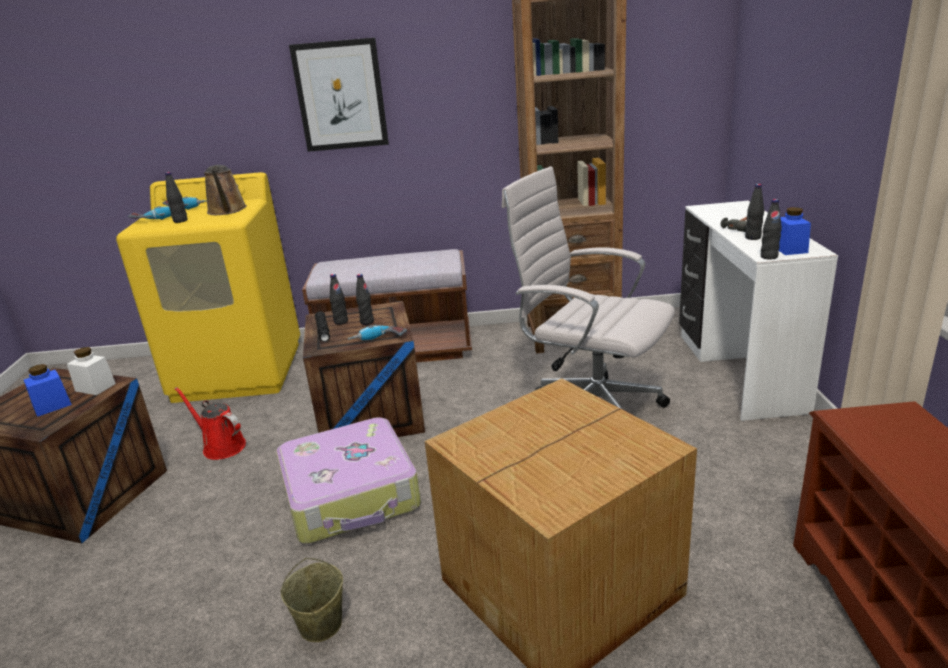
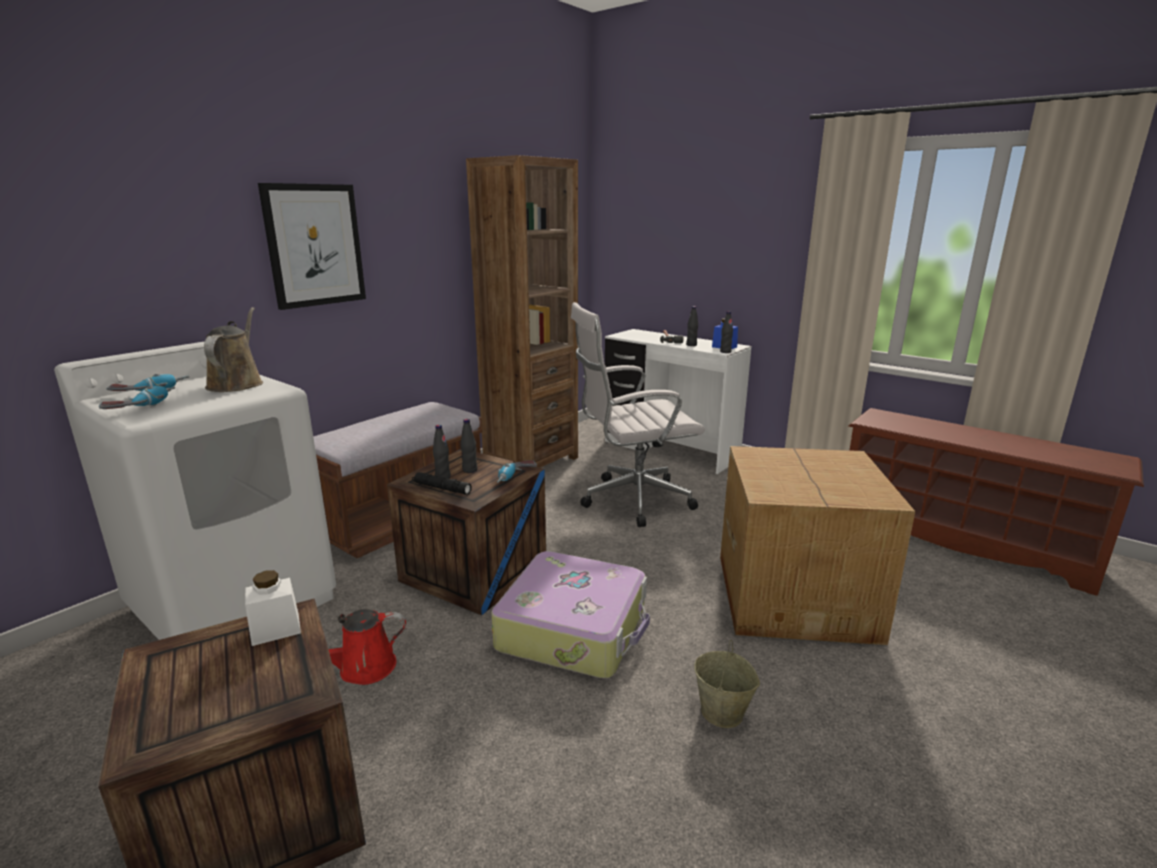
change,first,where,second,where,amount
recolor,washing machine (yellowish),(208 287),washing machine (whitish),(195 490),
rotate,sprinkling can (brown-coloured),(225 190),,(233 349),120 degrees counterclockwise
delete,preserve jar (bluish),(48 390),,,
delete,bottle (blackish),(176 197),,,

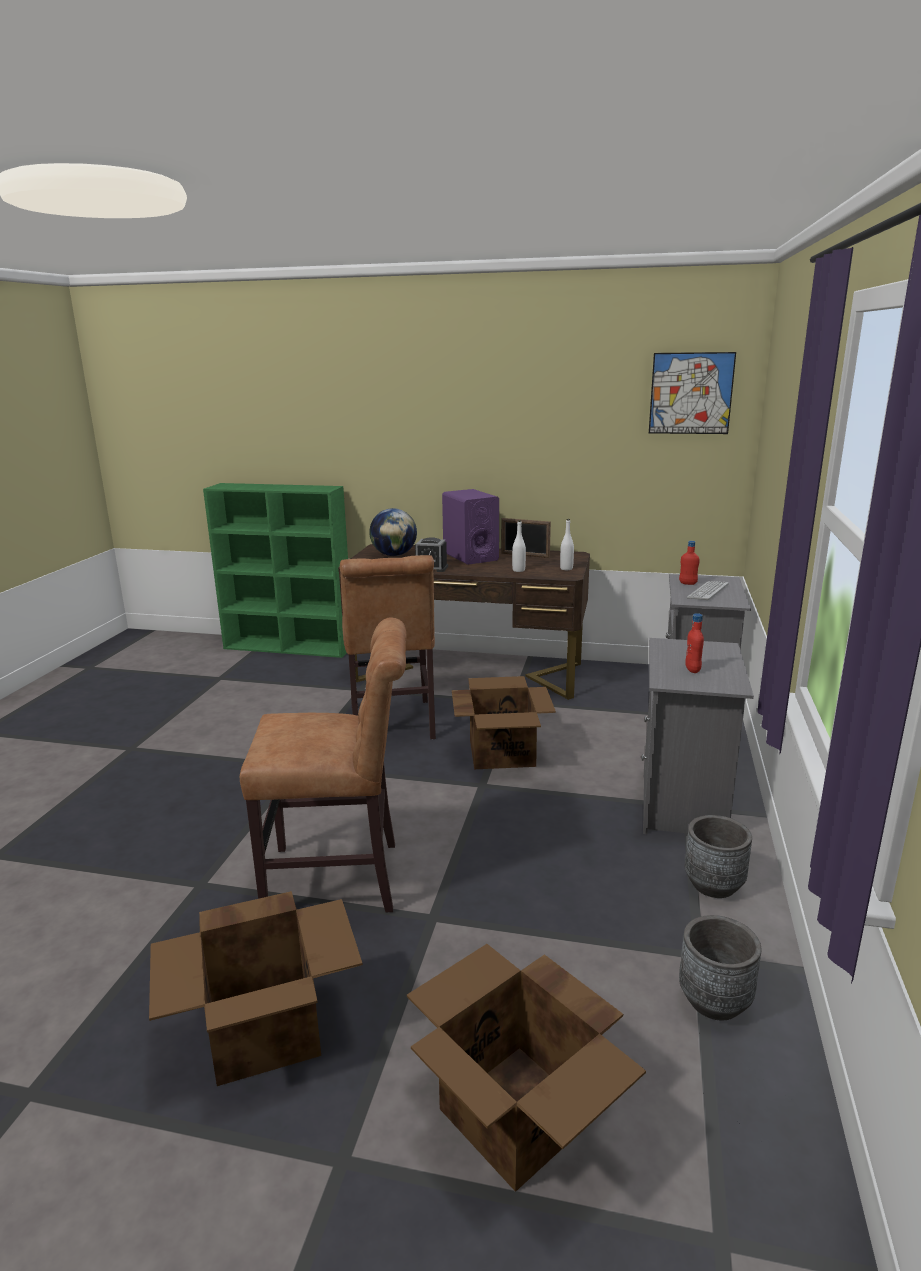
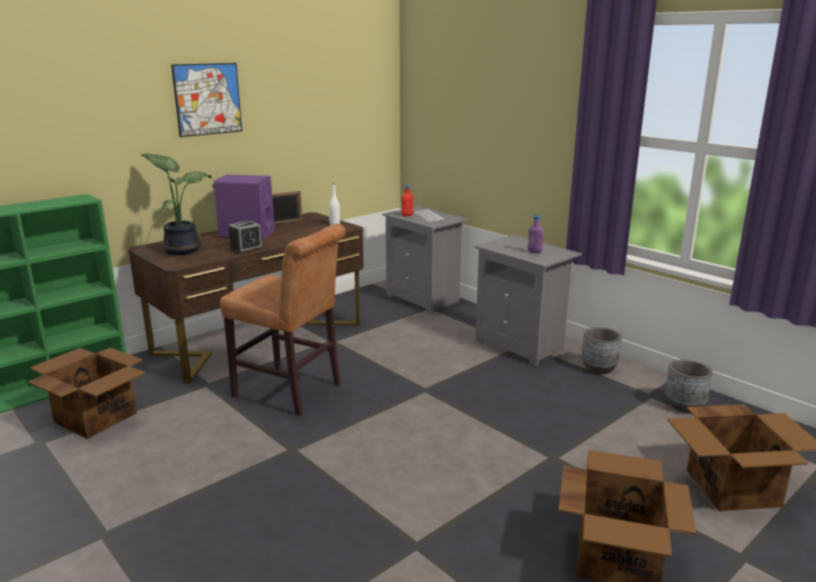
change,first,where,second,where,amount
move,packing box,(504 722),,(87 393),
replace,globe,(393 532),potted plant,(176 204),
move,wall art,(692 393),,(206 100),
recolor,bottle (red),(694 643),bottle (purplish),(536 234),
delete,plain chair (brown-coloured),(323 764),,,
delete,bottle (whitish),(519 546),,,

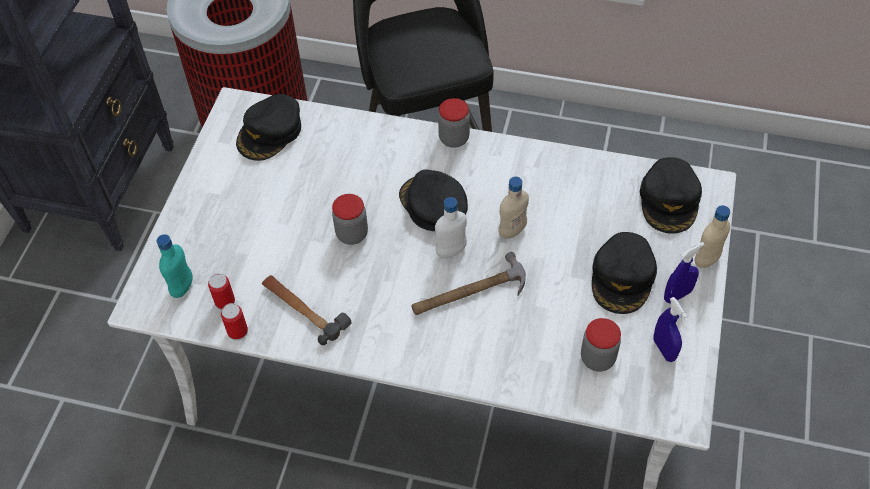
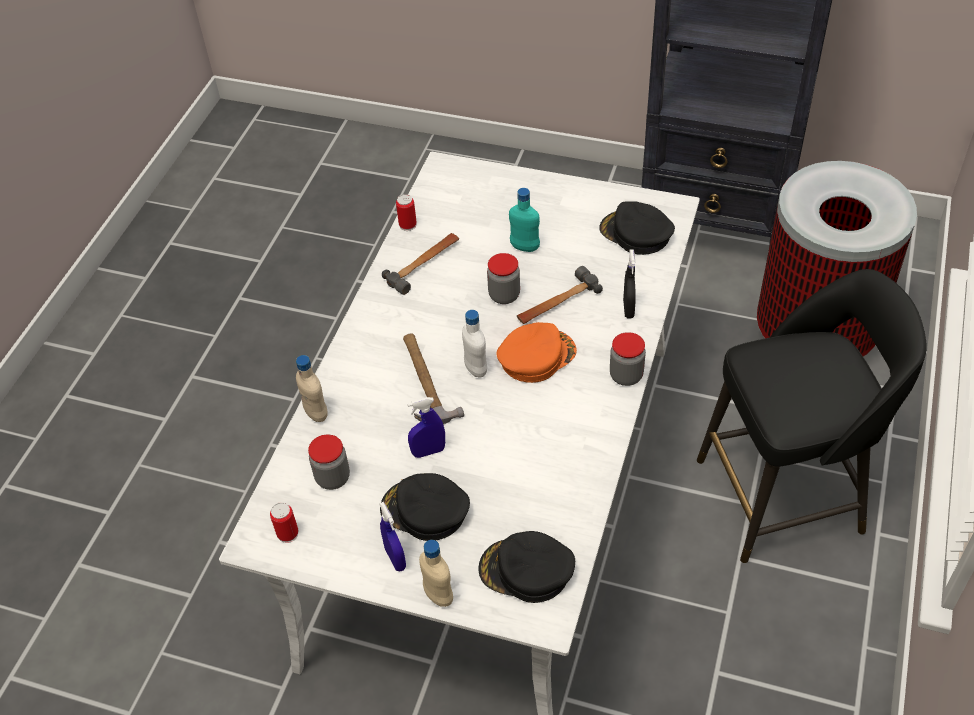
change,first,where,second,where,amount
move,can,(221 291),,(284 522),
move,bottle (beige),(514 208),,(312 388),
move,hand sprayer (bluish),(670 329),,(426 427),
recolor,baseball cap (blackish),(433 200),baseball cap (orange-coloured),(536 352),
move,bottle (turquoise-coloured),(175 266),,(524 220),
insert,,,hand hammer,(560 295),
insert,,,hand sprayer (blackish),(629 284),

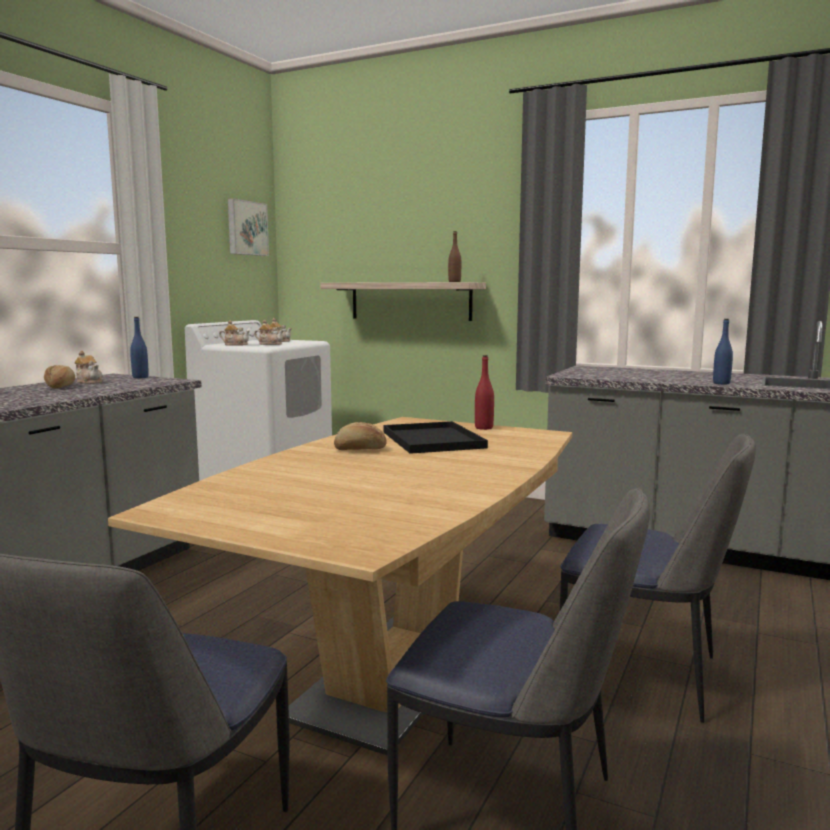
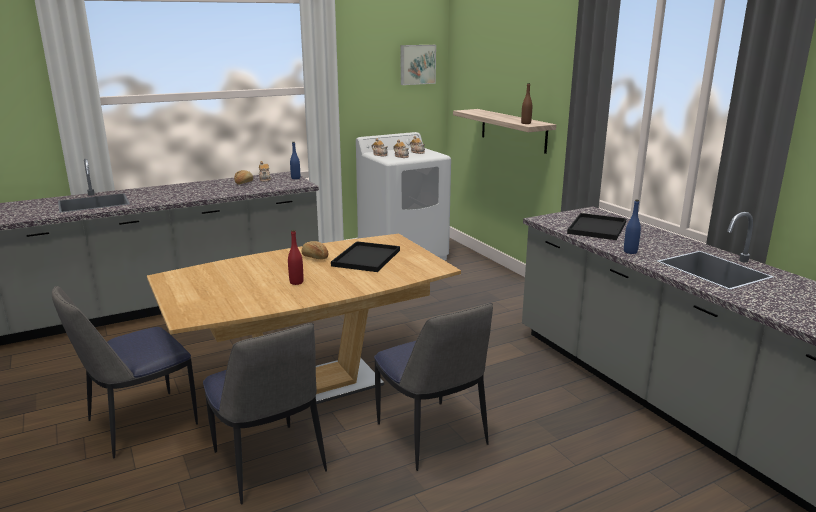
change,first,where,second,where,amount
move,bottle (red),(484 392),,(295 257),
insert,,,tray (blackish),(597 226),

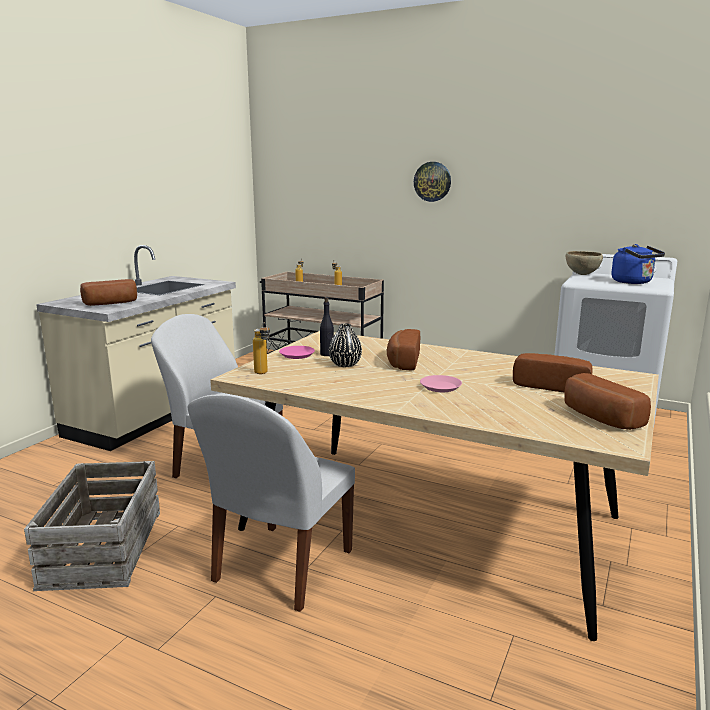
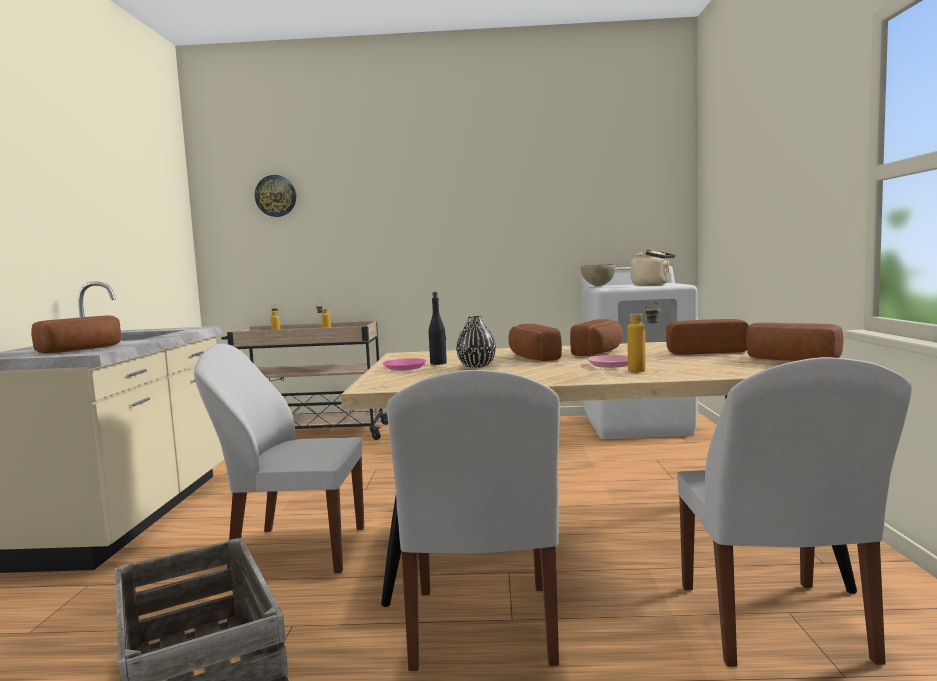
change,first,where,second,where,amount
move,hanging clock,(432 182),,(275 196),
insert,,,baked bread,(596 337),
move,bottle,(261 348),,(643 336),
recolor,tea kettle (bluish),(638 264),tea kettle (beige),(653 267),
insert,,,plain chair (whitish),(794 512),

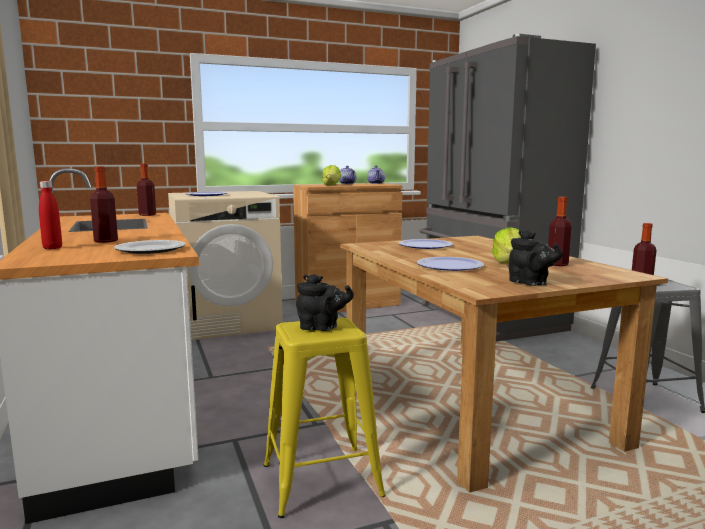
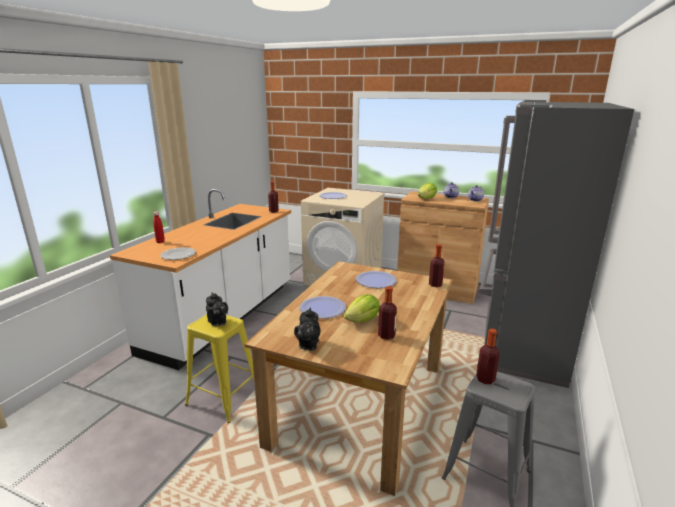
change,first,where,second,where,amount
move,bottle,(104 204),,(437 265),

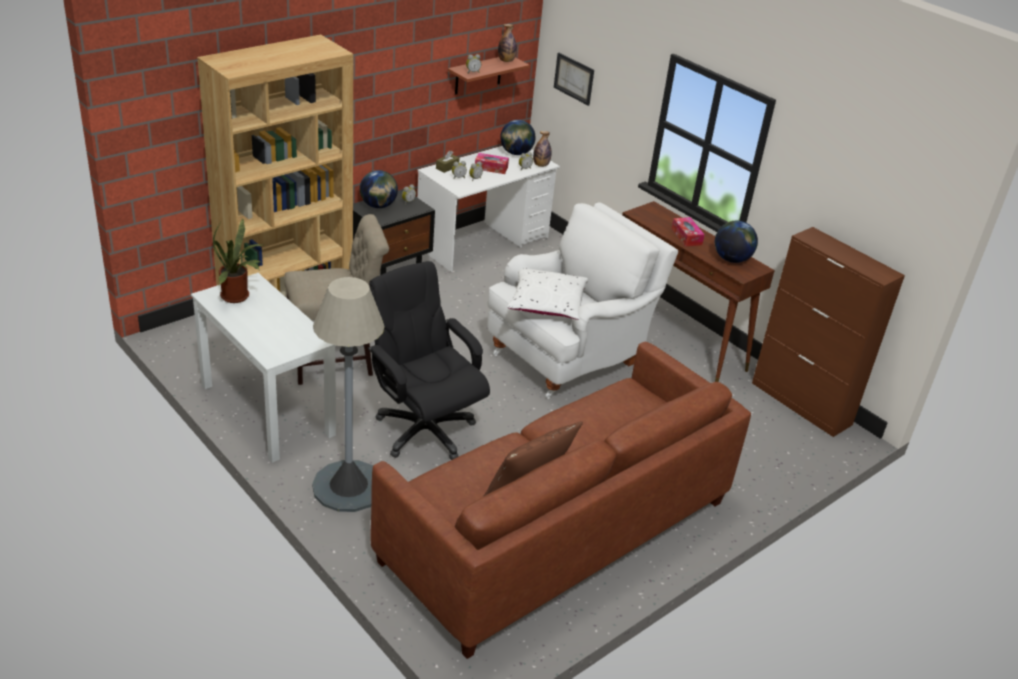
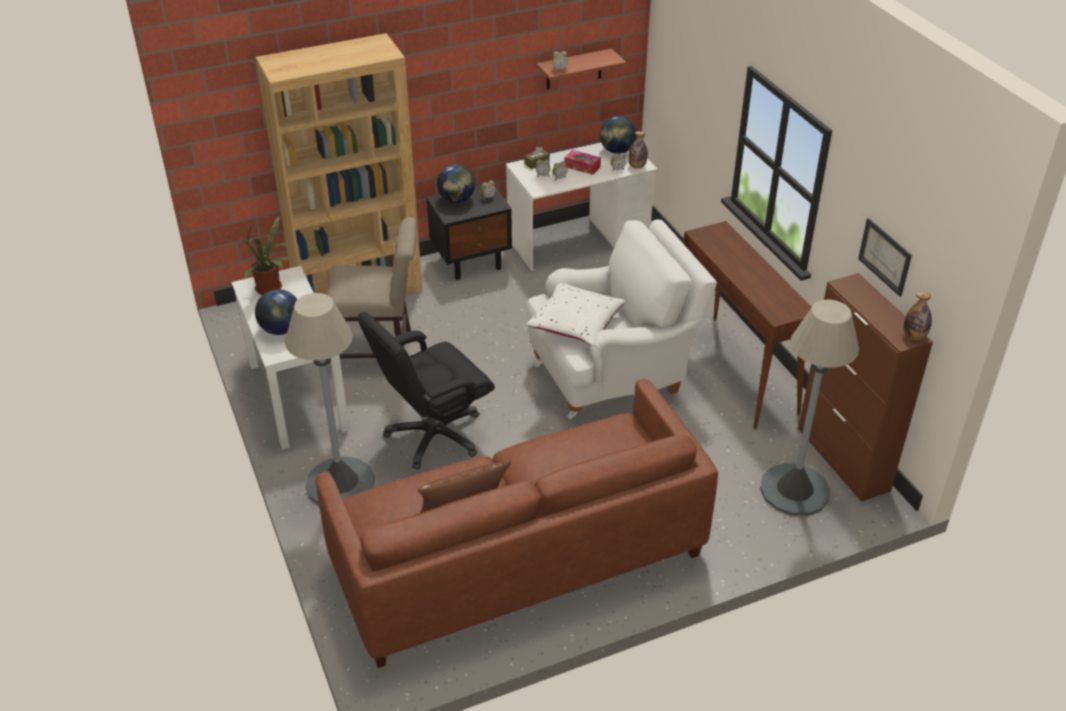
change,first,where,second,where,amount
move,globe,(736 242),,(276 312),
rotate,office chair (blackish),(429 360),,(426 391),105 degrees counterclockwise
insert,,,floor lamp (greyish),(809 408),
move,wall art,(574 79),,(885 257),
move,bottle,(507 43),,(918 315),
delete,tissue holder,(688 231),,,

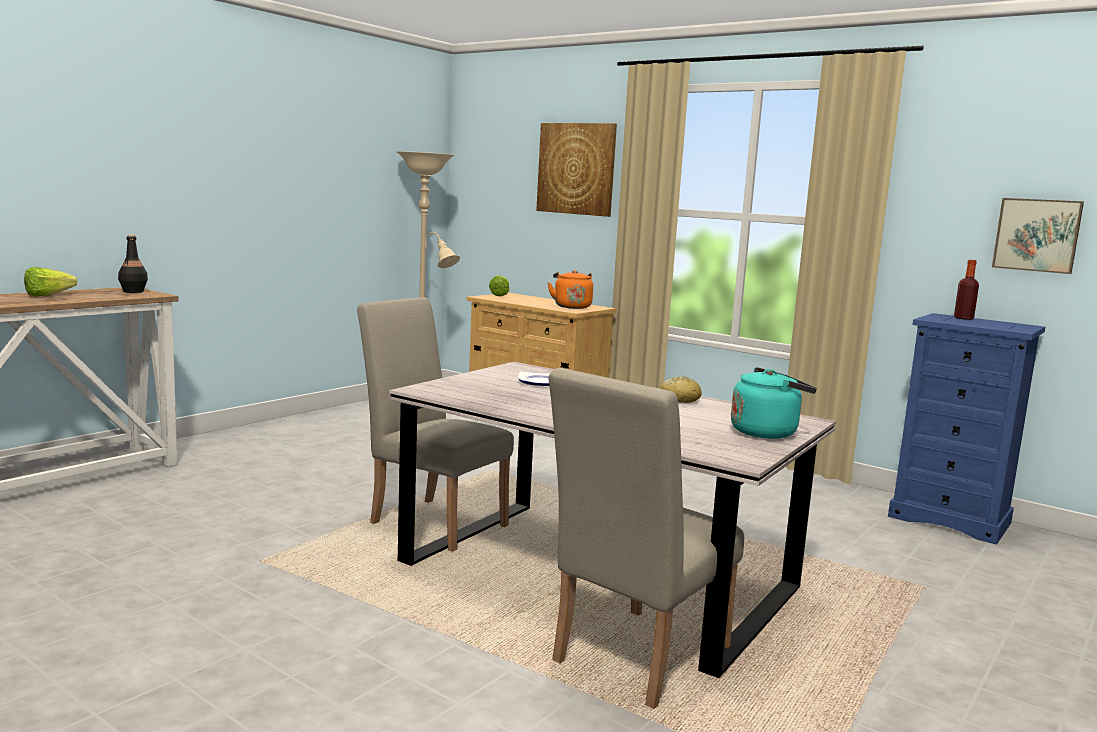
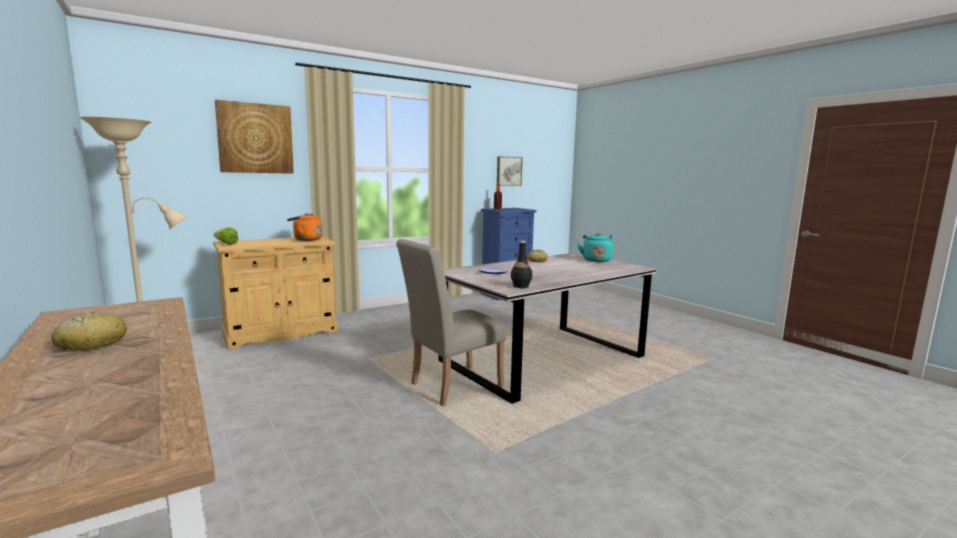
change,first,where,second,where,amount
replace,lettuce head,(50 282),baked bread,(89 331),
move,bottle (blackish),(133 263),,(521 264),
delete,plain chair (beige),(646 538),,,

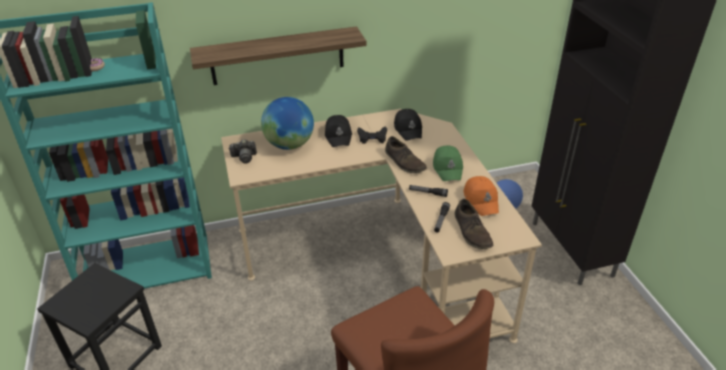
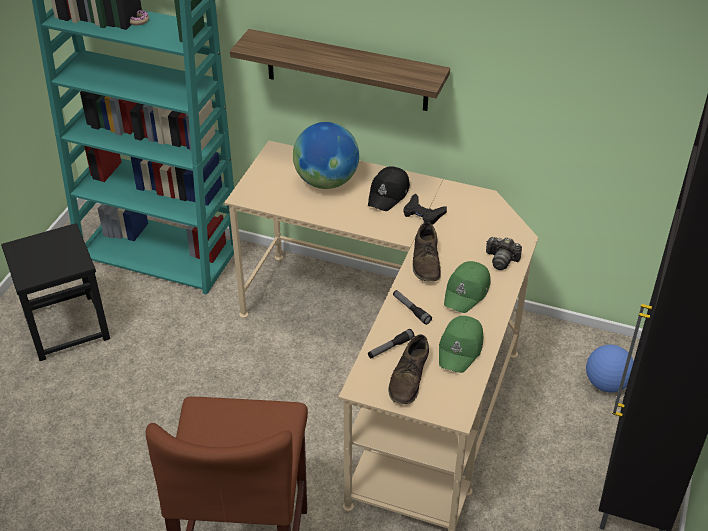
change,first,where,second,where,amount
recolor,baseball cap (orange-coloured),(481 196),baseball cap (green-coloured),(461 344),
move,still camera,(242 151),,(504 253),
delete,baseball cap (blackish),(408 125),,,

